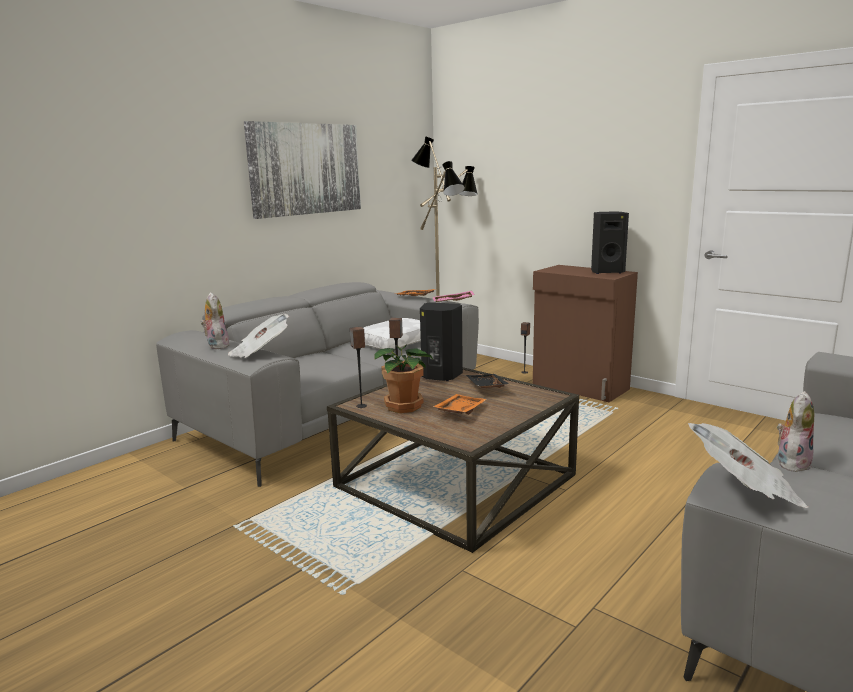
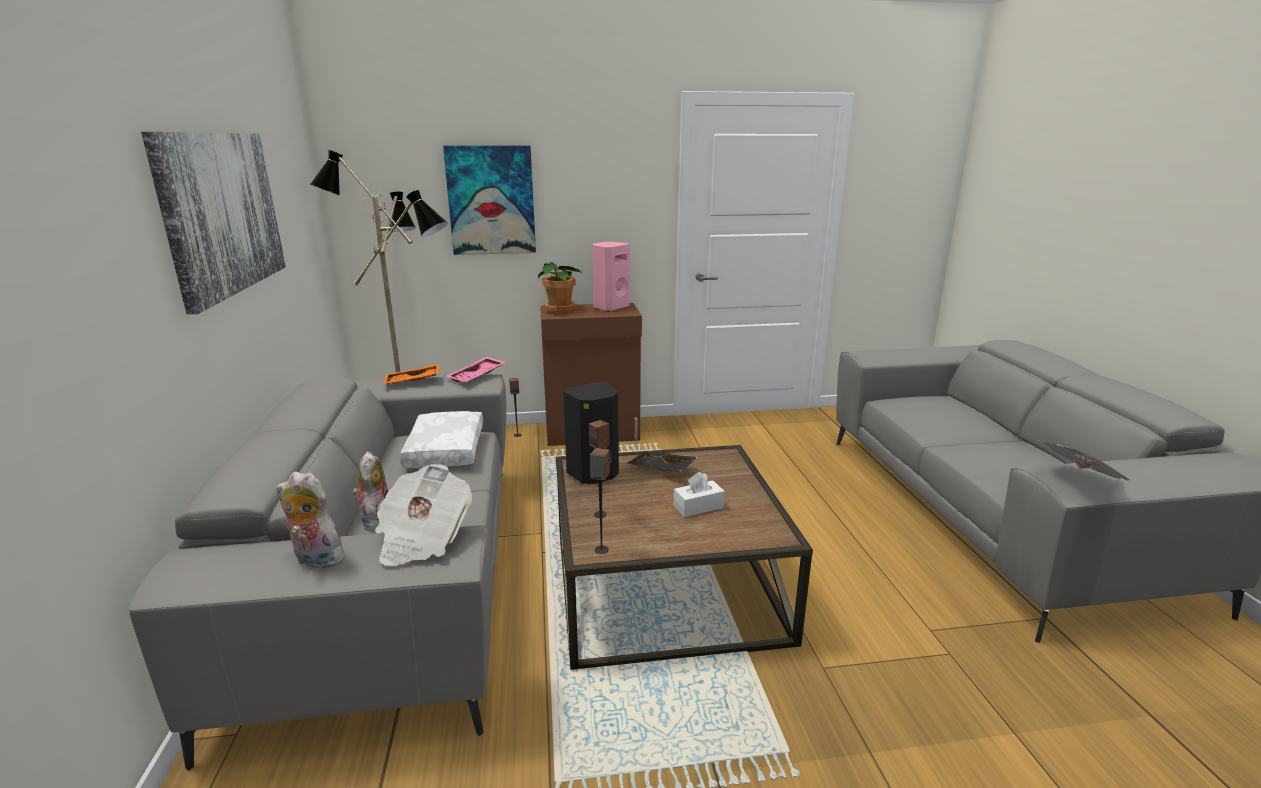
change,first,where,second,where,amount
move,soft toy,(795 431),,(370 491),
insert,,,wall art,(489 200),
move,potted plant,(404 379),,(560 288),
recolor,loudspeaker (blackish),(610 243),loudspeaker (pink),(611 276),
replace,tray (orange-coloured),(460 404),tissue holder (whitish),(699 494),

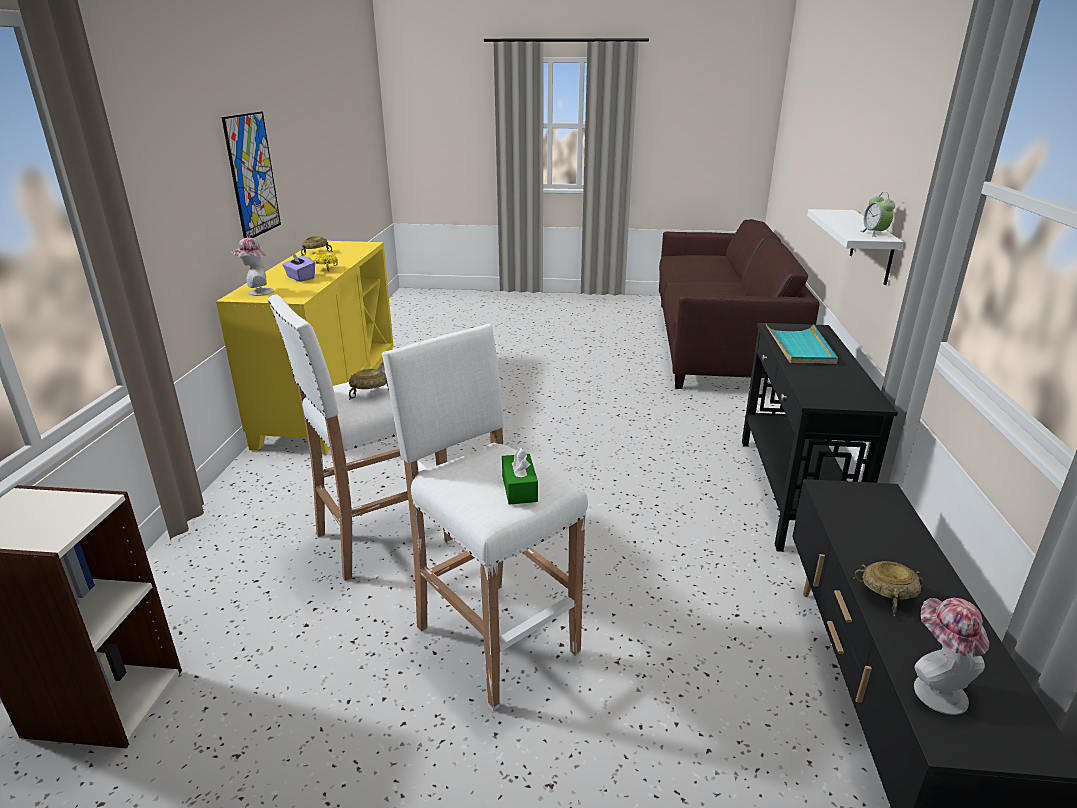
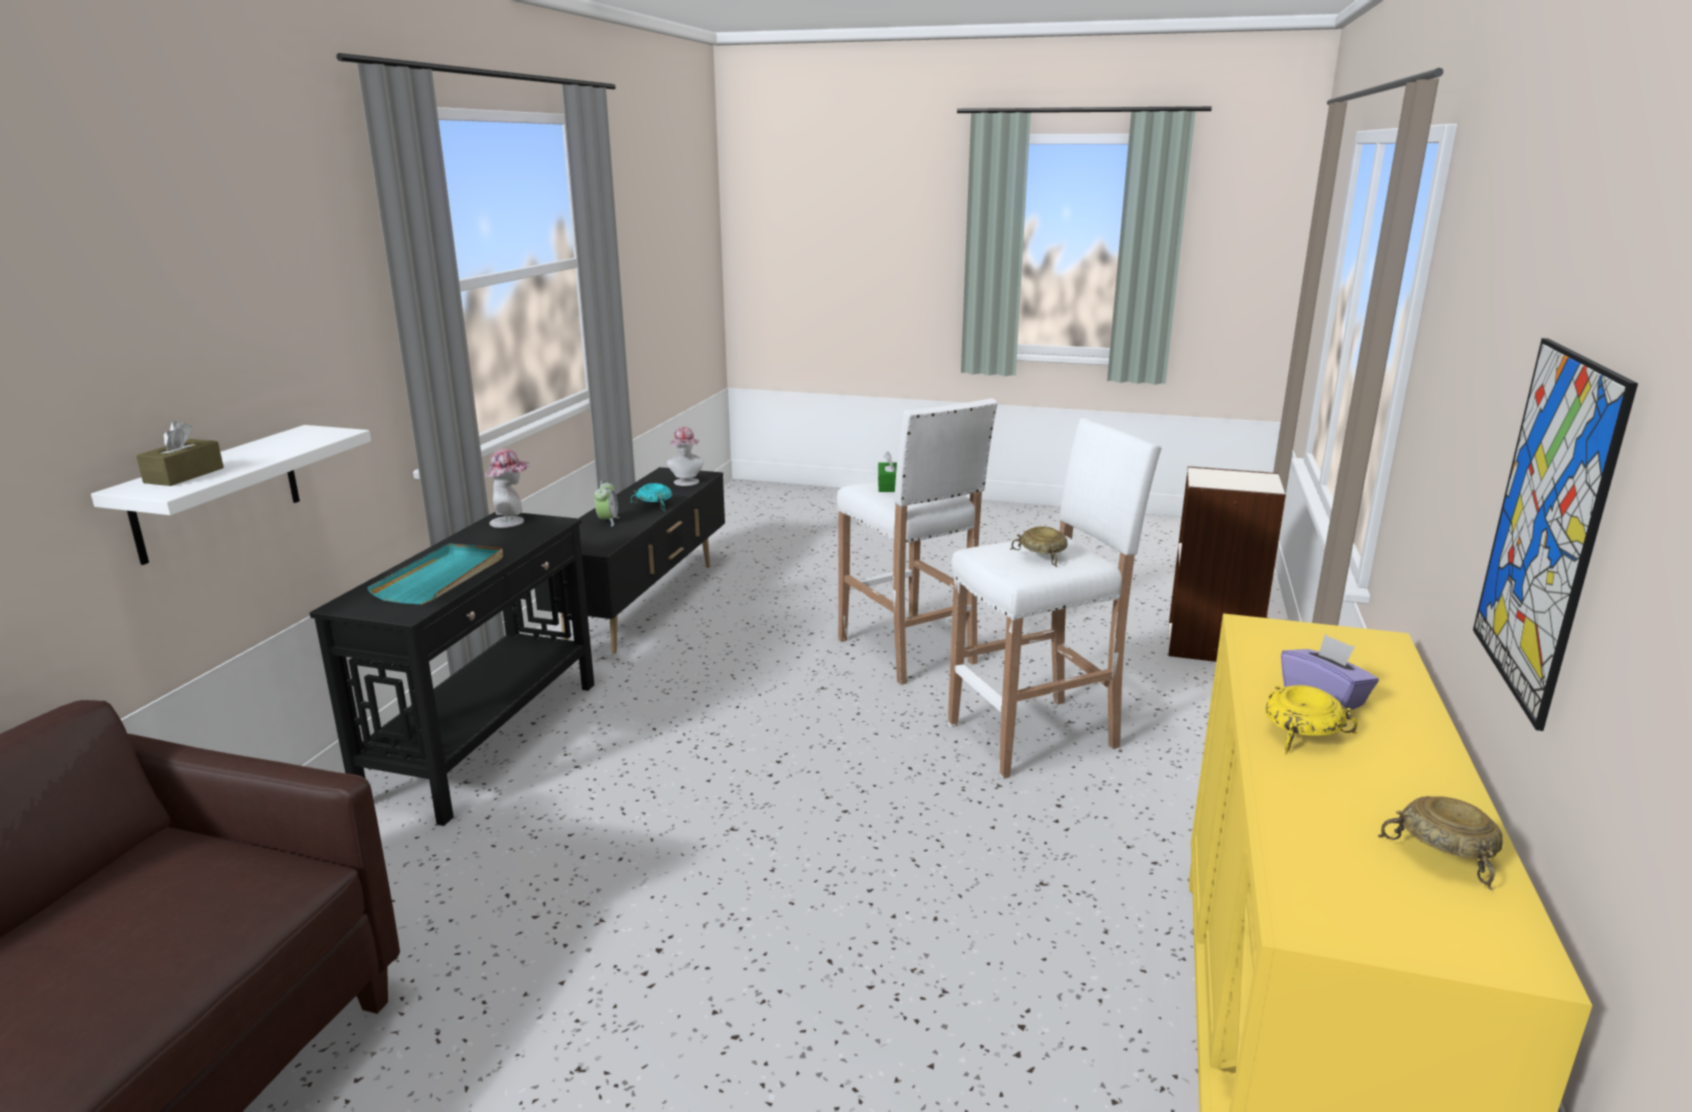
change,first,where,second,where,amount
insert,,,tissue holder (brown-coloured),(180 453),
move,clothing hat,(252 267),,(507 488),
move,table clock,(878 214),,(606 503),
recolor,deep dish (beige),(888 589),deep dish (turquoise-coloured),(651 497),

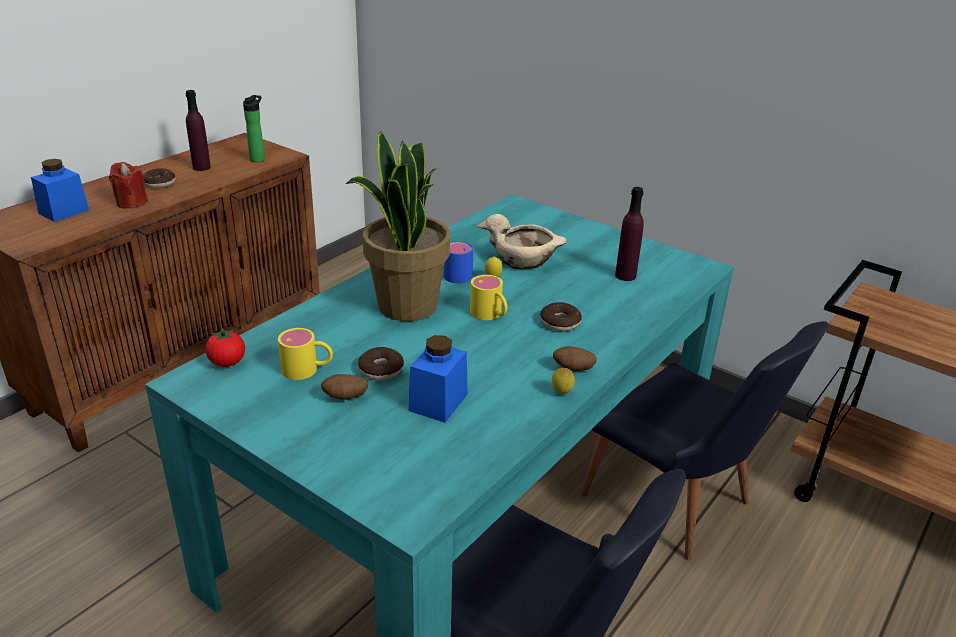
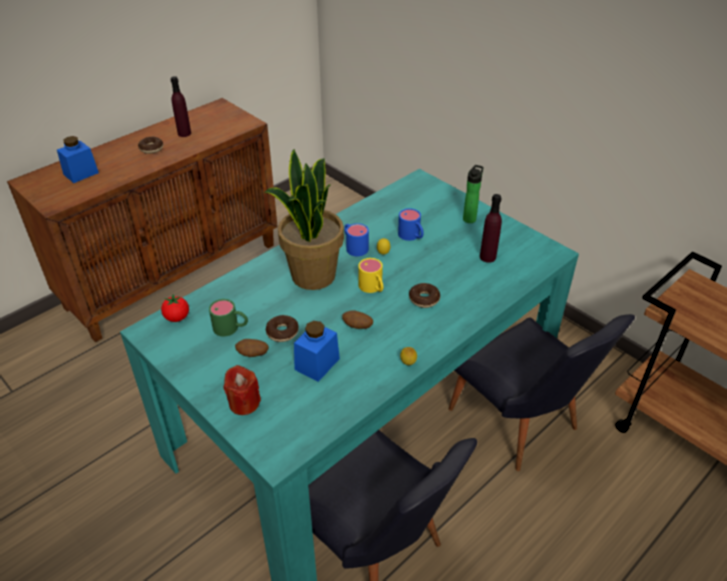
change,first,where,second,where,amount
recolor,tea mug (yellowish),(305 354),tea mug (green-coloured),(228 318),
move,wax candle (red),(128 185),,(242 390),
move,spud,(575 358),,(357 319),
replace,deep dish (beige),(521 241),tea mug (bluish),(411 224),
move,bottle,(254 128),,(473 194),

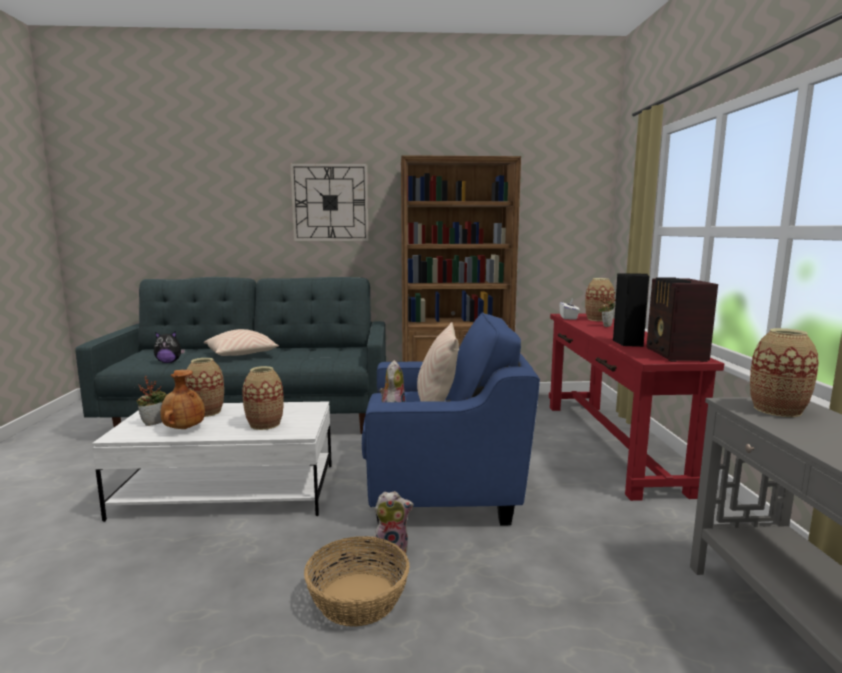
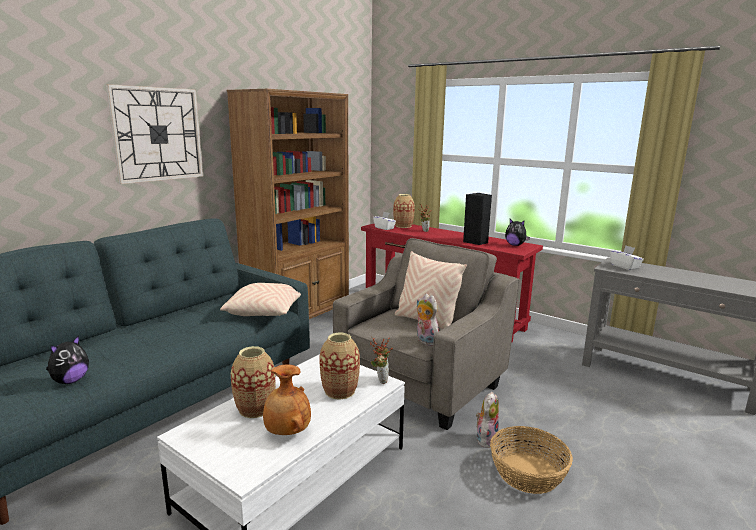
change,first,where,second,where,amount
move,throw pillow (beige),(241 342),,(260 299),
recolor,armchair (bluish),(451 418),armchair (greyish),(426 334),
move,potted plant,(152 400),,(381 361),
replace,radio set,(682 320),soft toy,(517 232),
replace,decorative vase,(784 372),tissue holder (whitish),(627 258),

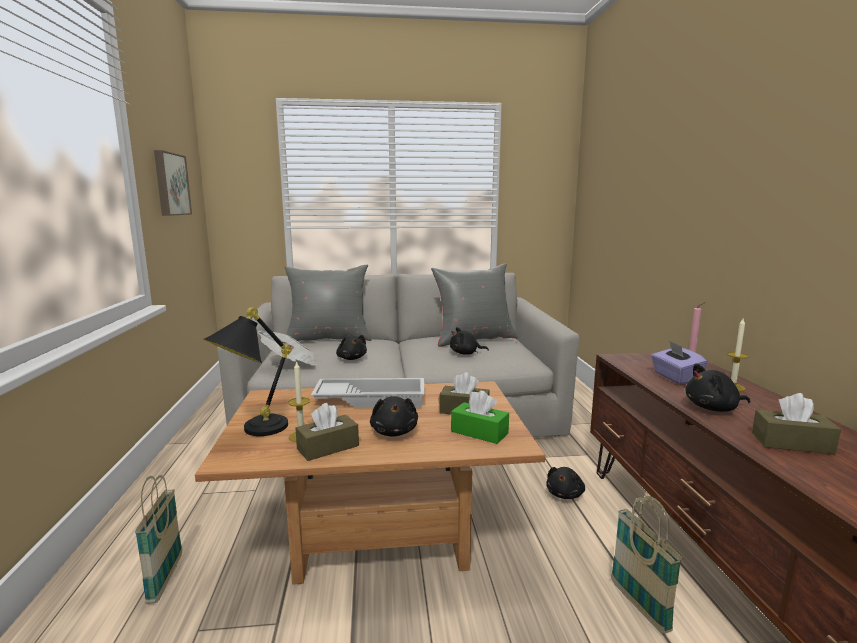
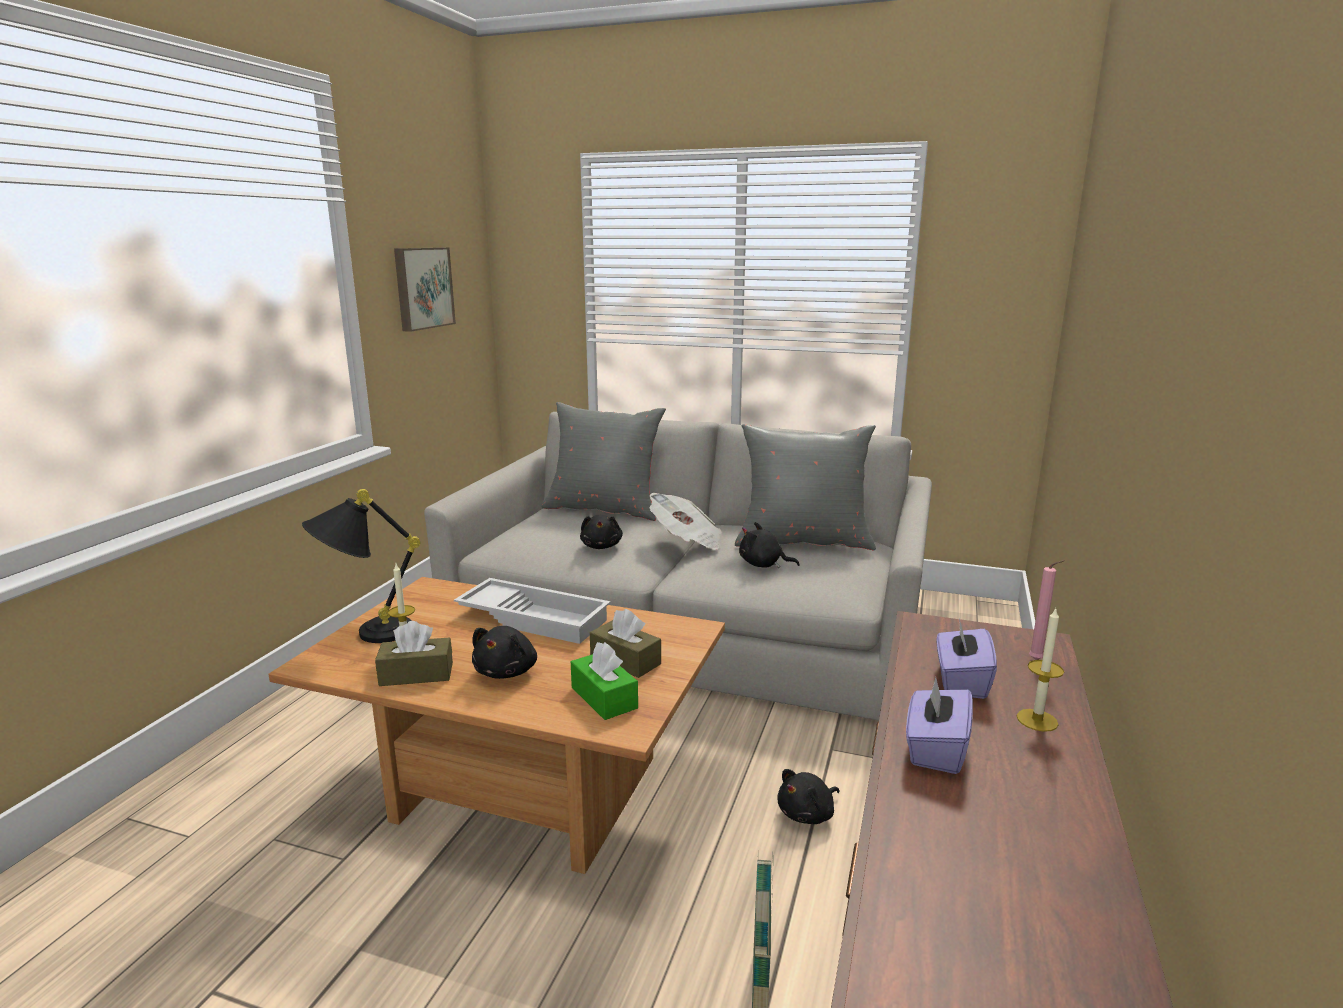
change,first,where,second,where,amount
move,newspaper,(287 348),,(686 521),
replace,soft toy (blackish),(718 388),tissue holder (purplish),(939 725),
delete,storage basket,(158 539),,,
delete,tissue holder (brown-coloured),(796 423),,,

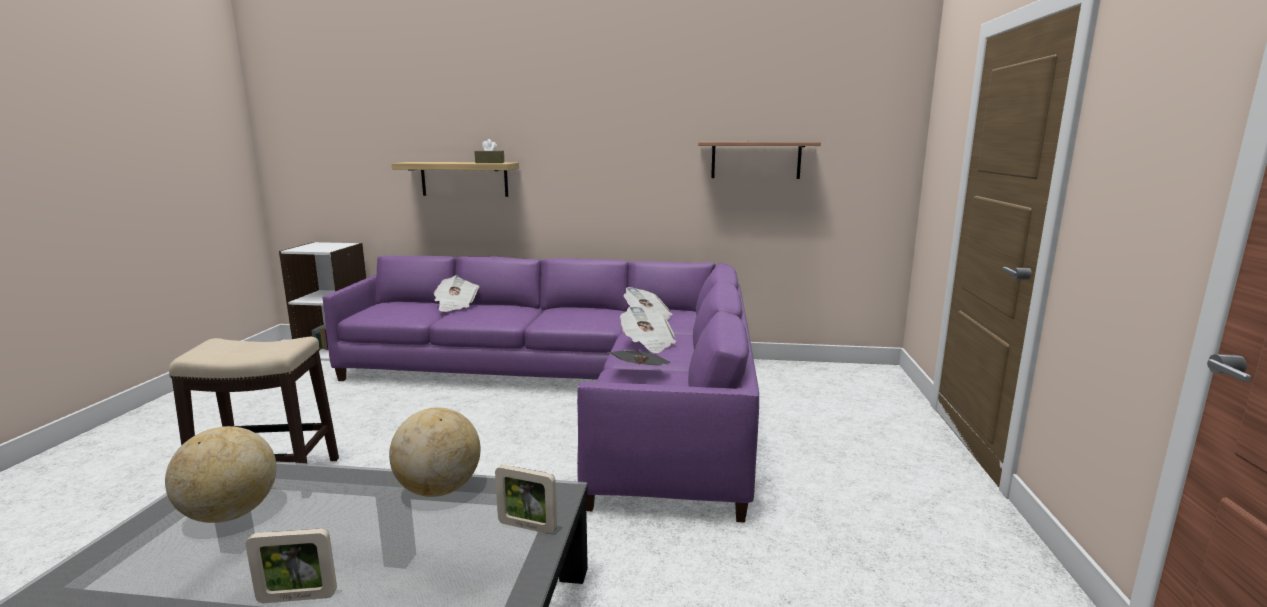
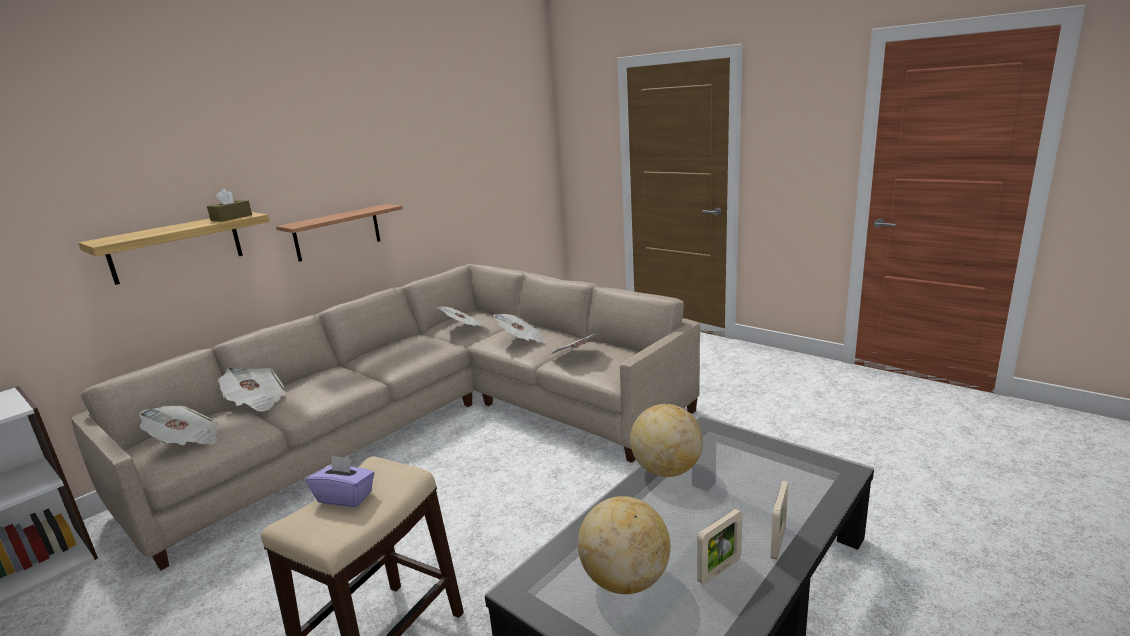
change,first,where,second,where,amount
recolor,sofa (purplish),(541 389),sofa (beige),(386 417),
insert,,,newspaper,(179 425),
move,shelf,(759 160),,(339 233),
insert,,,tissue holder (purplish),(340 481),
move,photo frame,(526 499),,(720 547),

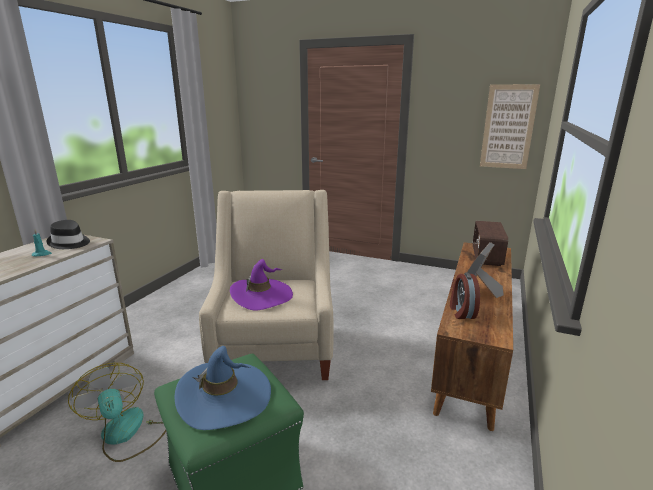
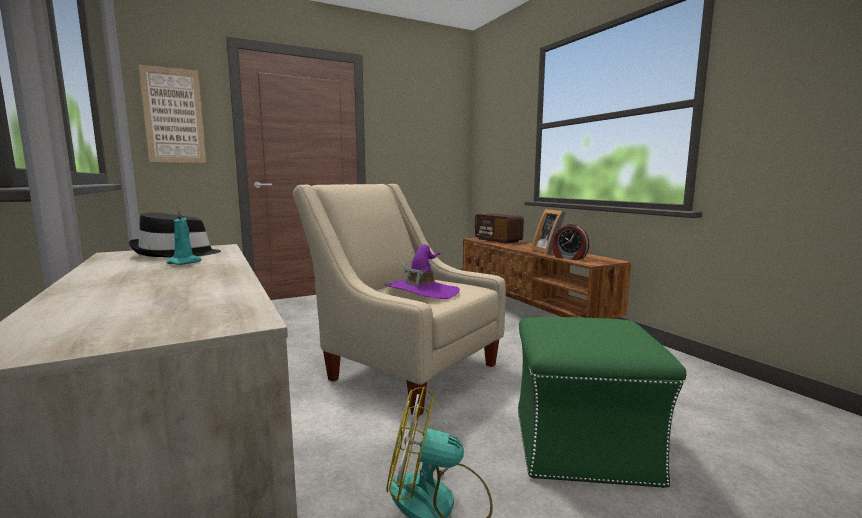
change,first,where,second,where,amount
move,wall art,(510 126),,(172 114),
delete,clothing hat (bluish),(223 388),,,

